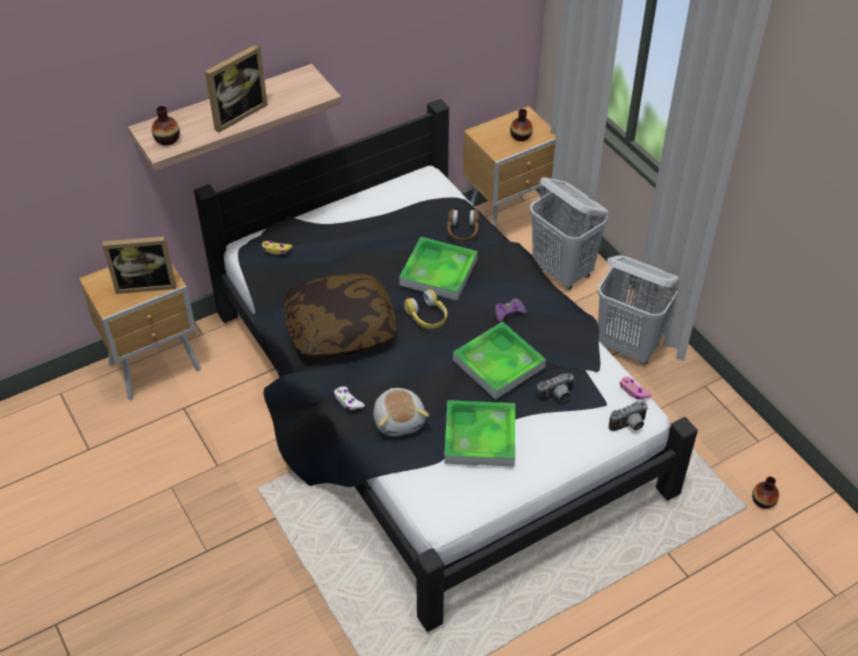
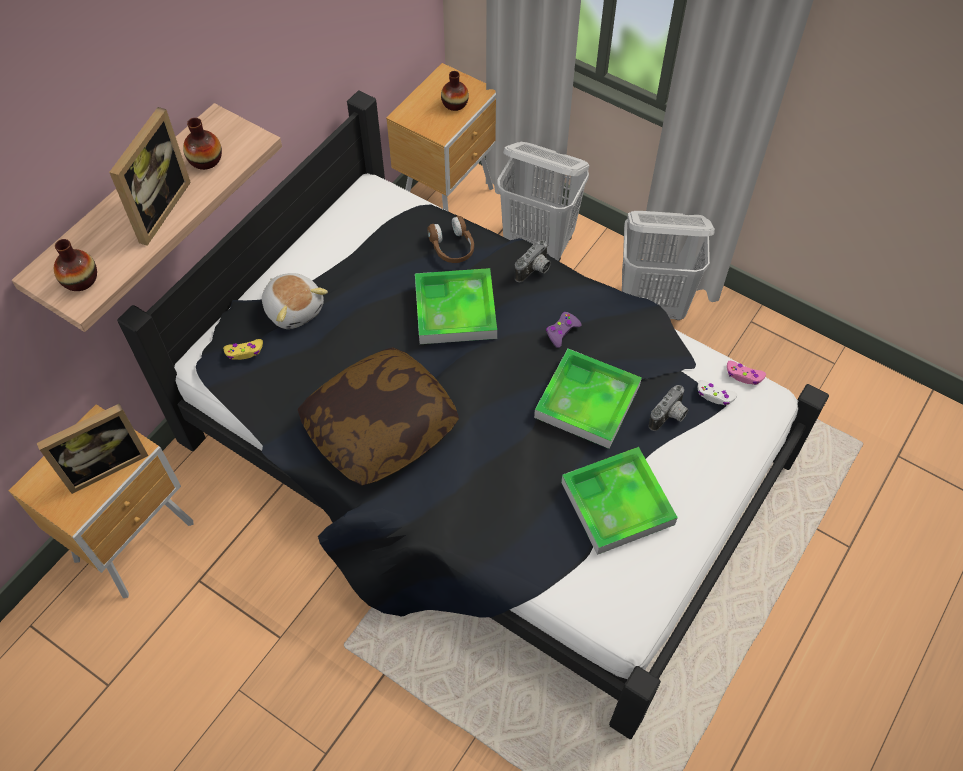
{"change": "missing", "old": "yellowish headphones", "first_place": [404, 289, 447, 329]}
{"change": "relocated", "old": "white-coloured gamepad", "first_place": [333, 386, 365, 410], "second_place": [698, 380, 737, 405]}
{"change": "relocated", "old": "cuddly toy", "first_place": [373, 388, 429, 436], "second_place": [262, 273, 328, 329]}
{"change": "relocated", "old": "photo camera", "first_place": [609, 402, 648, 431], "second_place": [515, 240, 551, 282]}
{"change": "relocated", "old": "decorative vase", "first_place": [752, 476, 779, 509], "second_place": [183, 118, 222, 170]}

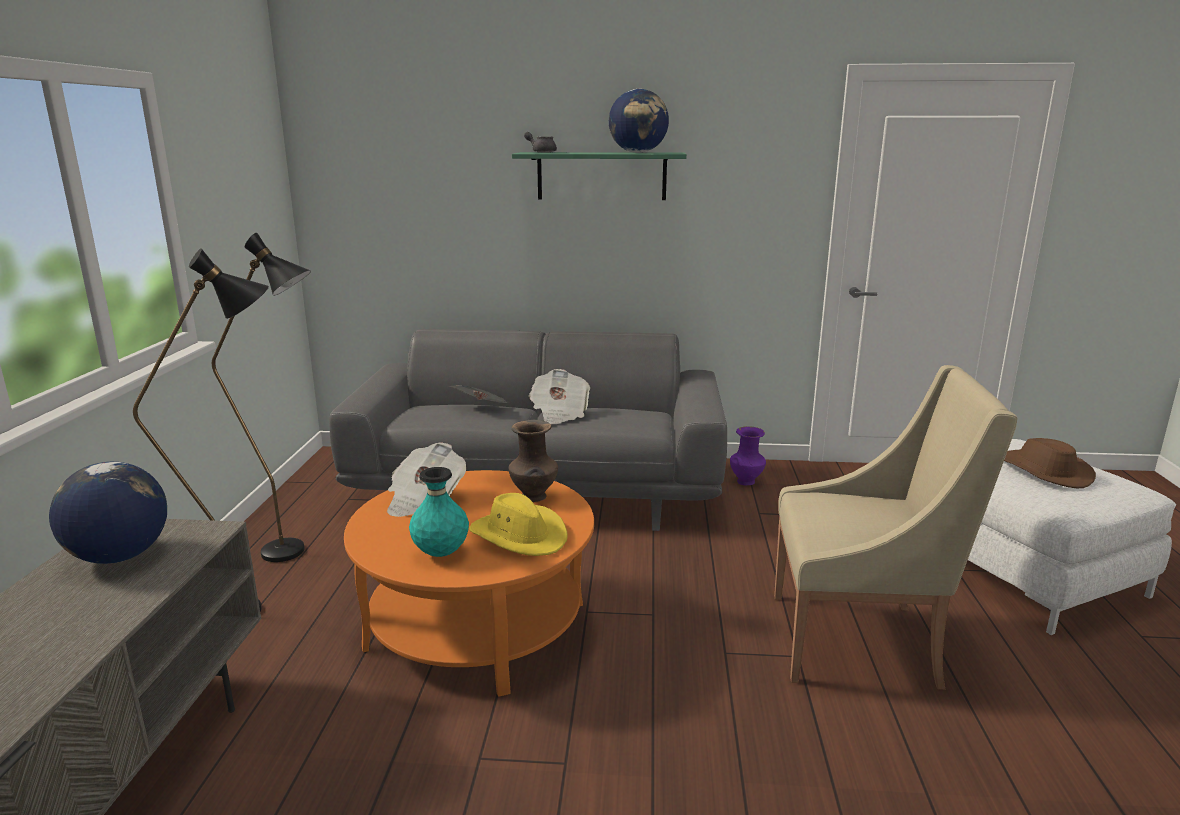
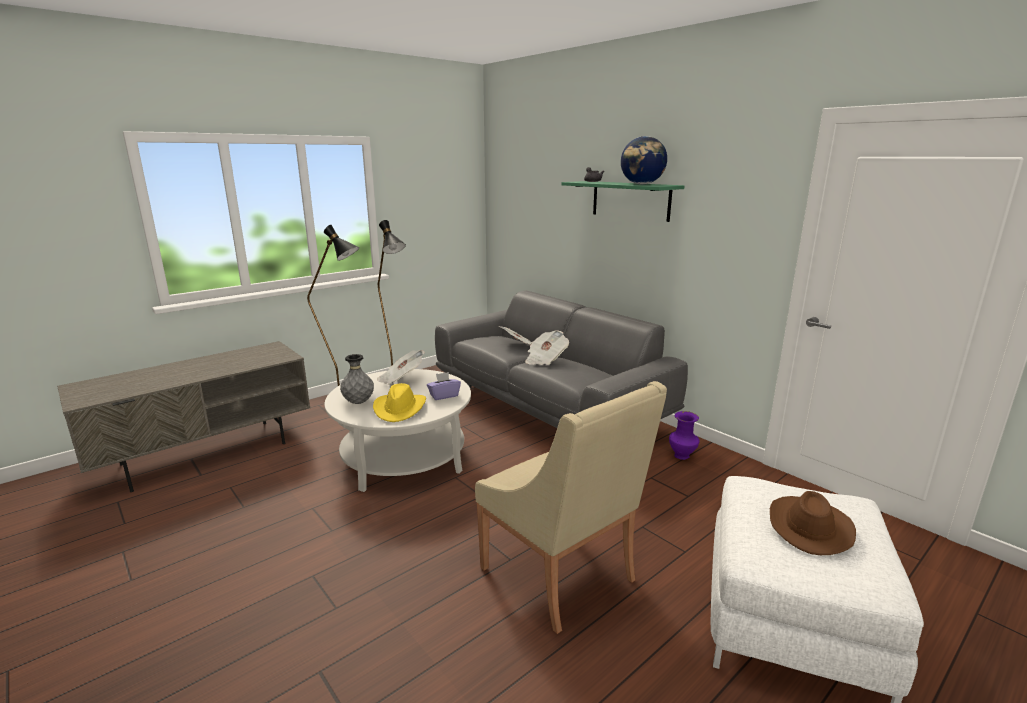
{"change": "missing", "old": "world globe", "first_place": [49, 462, 167, 564]}
{"change": "exchanged", "old": "brown decorative vase", "new": "purplish tissue holder", "first_place": [509, 420, 558, 502], "second_place": [427, 372, 461, 400]}
{"change": "colour", "old": "orangey coffee table", "new": "white-coloured coffee table", "first_place": [344, 470, 594, 697], "second_place": [325, 369, 471, 492]}
{"change": "colour", "old": "turquoise-coloured decorative vase", "new": "grey decorative vase", "first_place": [409, 467, 469, 557], "second_place": [340, 354, 374, 404]}

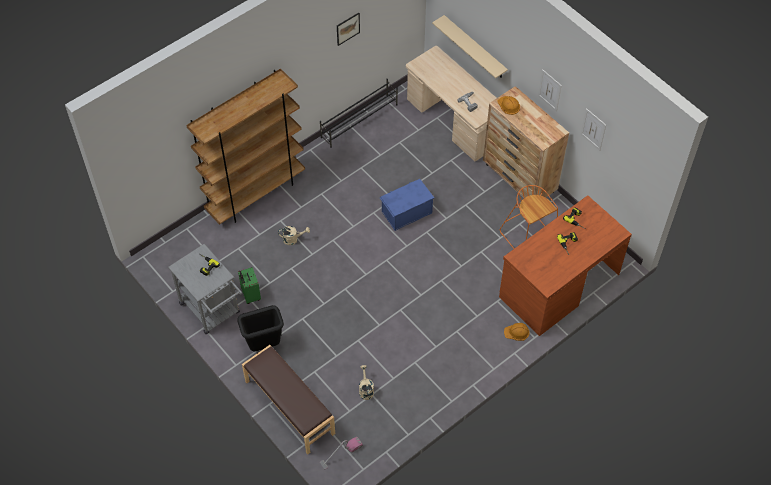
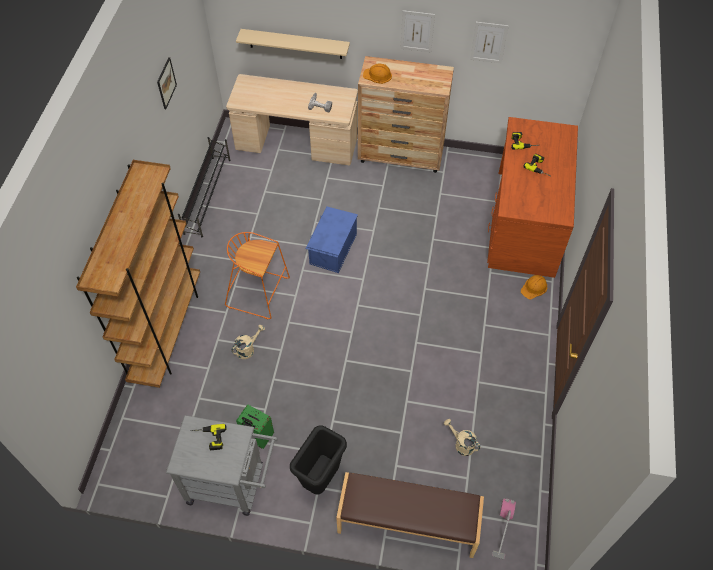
{"change": "relocated", "old": "orangey stool", "first_place": [500, 185, 558, 249], "second_place": [225, 232, 290, 319]}

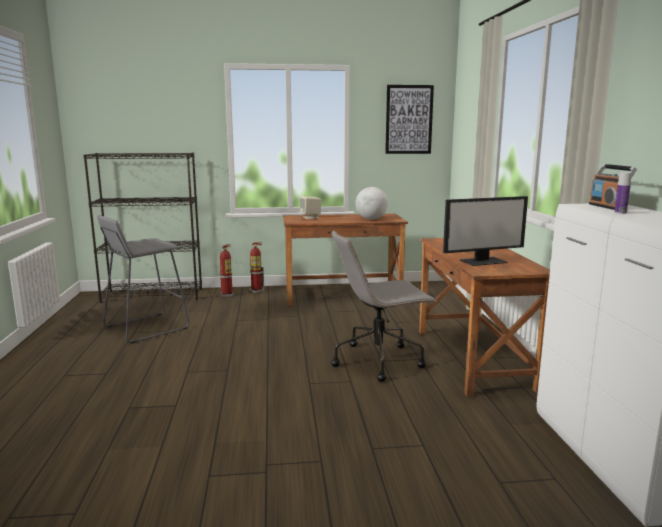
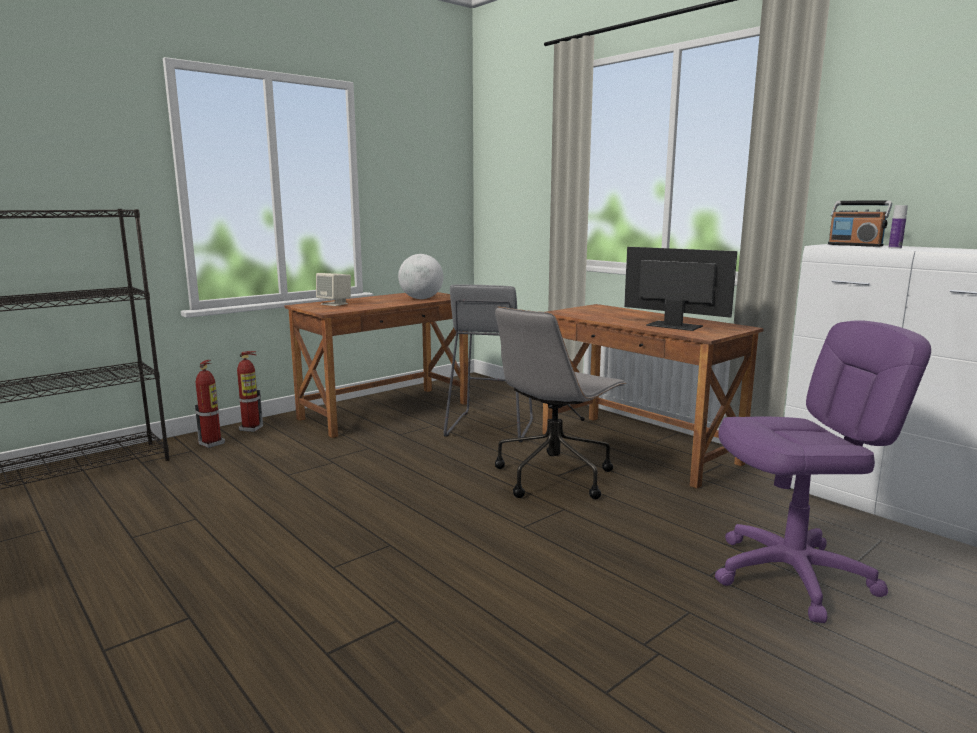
{"change": "missing", "old": "wall art", "first_place": [385, 85, 434, 154]}
{"change": "appeared", "new": "purplish desk chair", "second_place": [715, 320, 931, 623]}
{"change": "relocated", "old": "grey stool", "first_place": [97, 215, 189, 344], "second_place": [444, 285, 533, 442]}
{"change": "spun", "old": "computer screen", "first_place": [443, 196, 528, 266], "second_place": [624, 247, 737, 331], "degrees": -90}

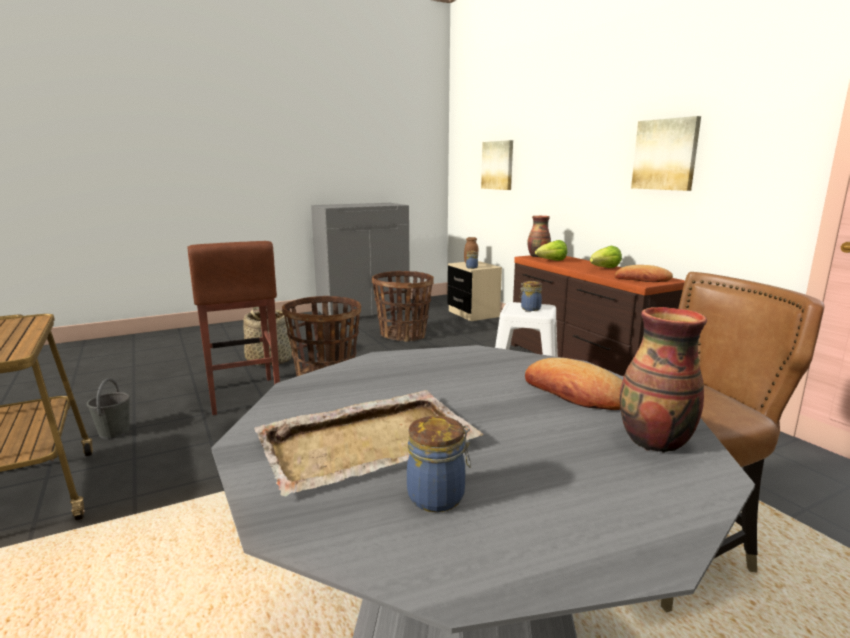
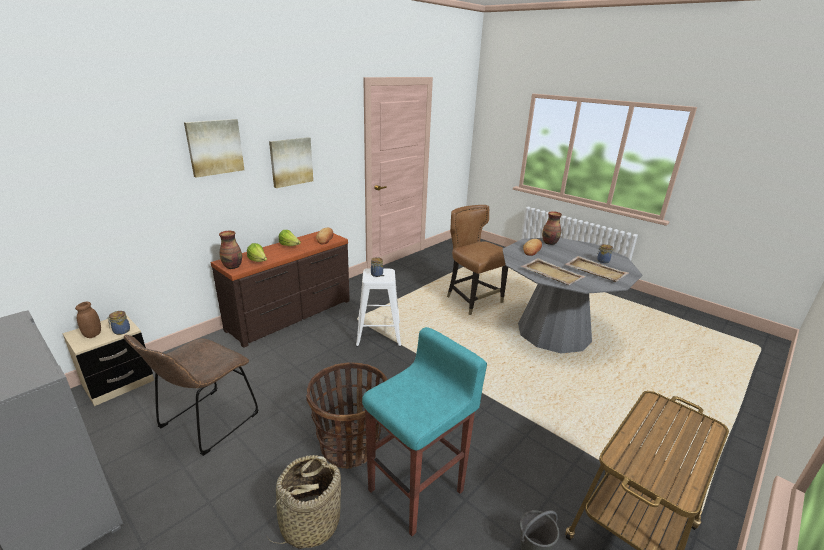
{"change": "appeared", "new": "beige tray", "second_place": [521, 258, 586, 285]}
{"change": "relocated", "old": "wall art", "first_place": [481, 140, 513, 190], "second_place": [184, 119, 244, 178]}
{"change": "exchanged", "old": "basket", "new": "brown chair", "first_place": [372, 271, 434, 342], "second_place": [124, 335, 258, 456]}
{"change": "colour", "old": "brown stool", "new": "turquoise-coloured stool", "first_place": [188, 241, 280, 415], "second_place": [362, 327, 487, 536]}

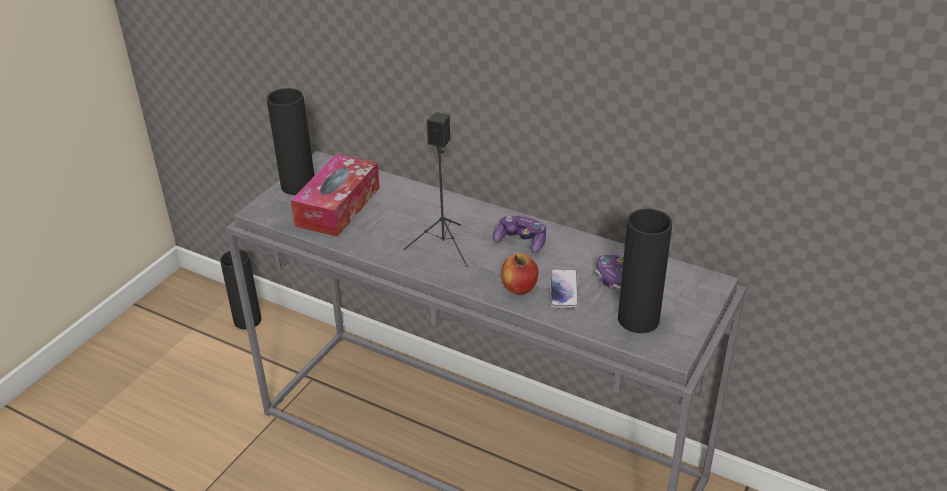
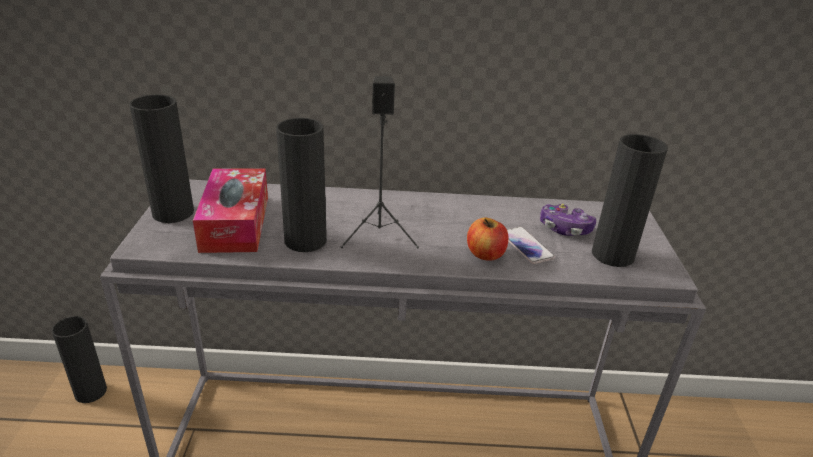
{"change": "missing", "old": "gamepad", "first_place": [493, 215, 546, 253]}
{"change": "appeared", "new": "black-coloured decorative vase", "second_place": [276, 118, 327, 252]}

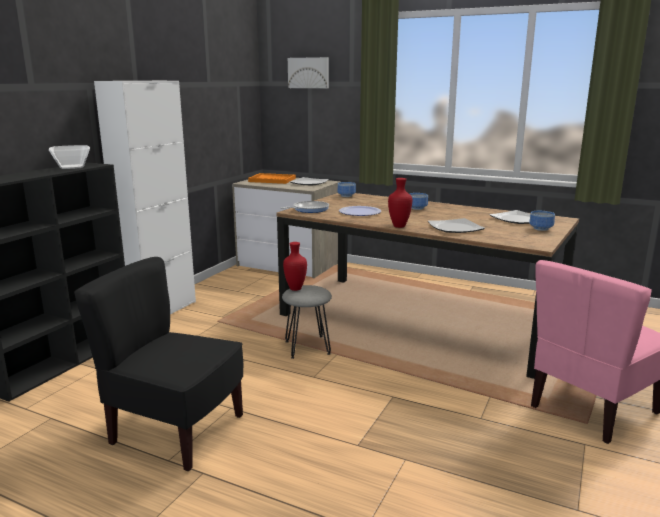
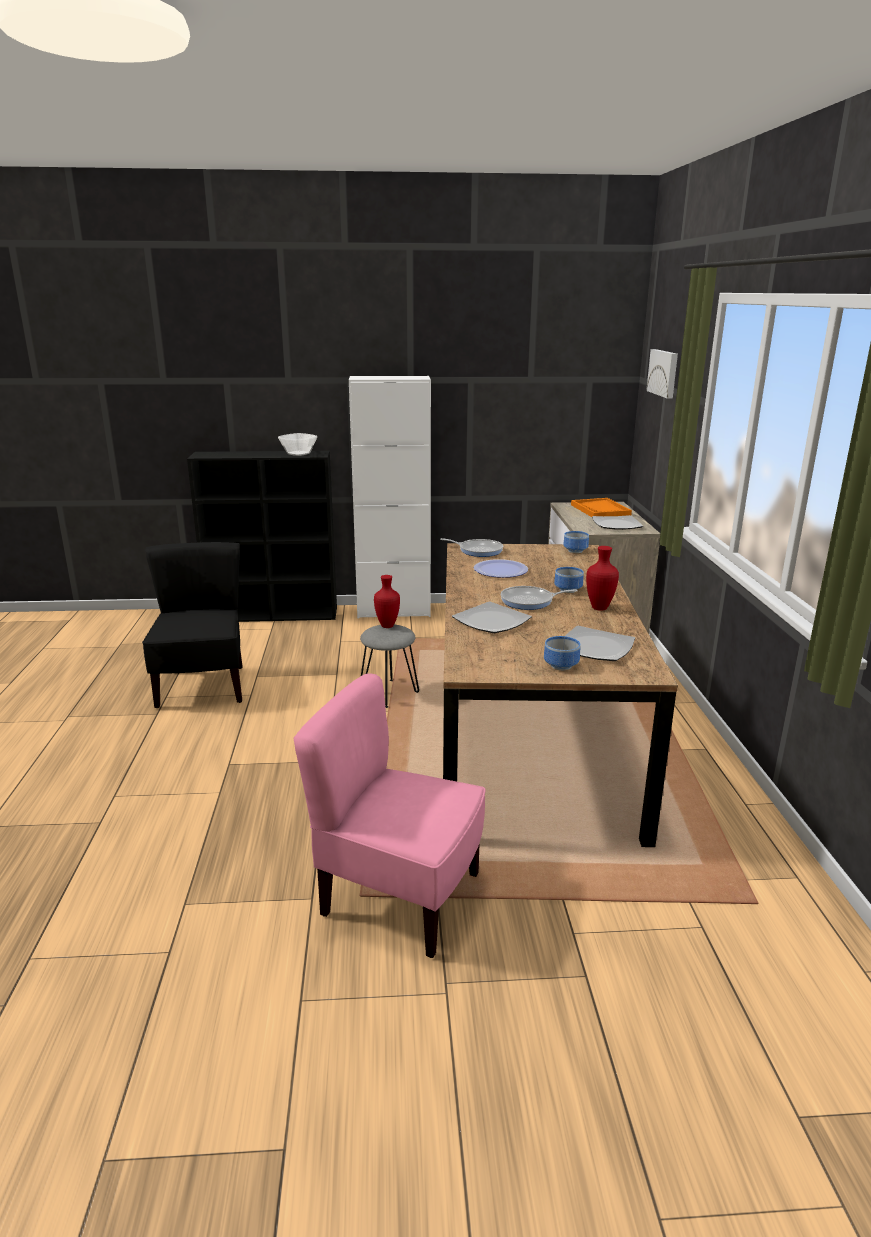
{"change": "appeared", "new": "frying pan", "second_place": [501, 586, 578, 610]}
{"change": "relocated", "old": "red-coloured decorative vase", "first_place": [388, 178, 412, 228], "second_place": [586, 546, 619, 611]}

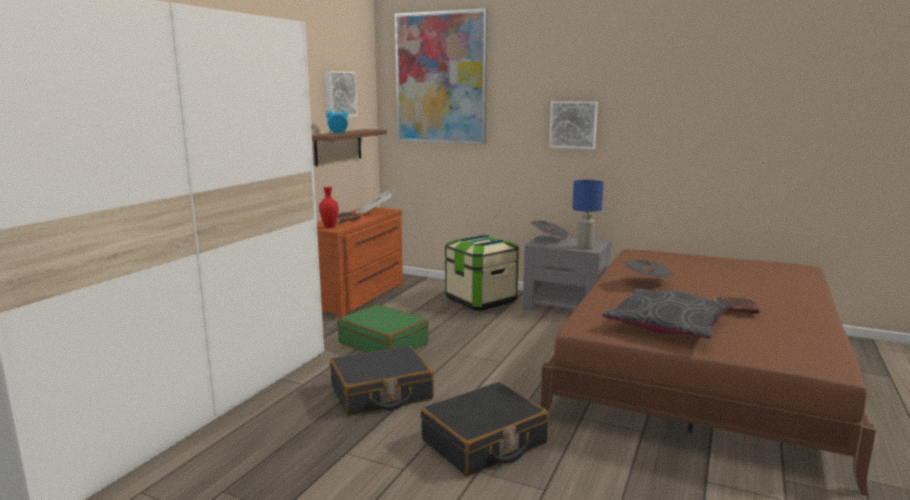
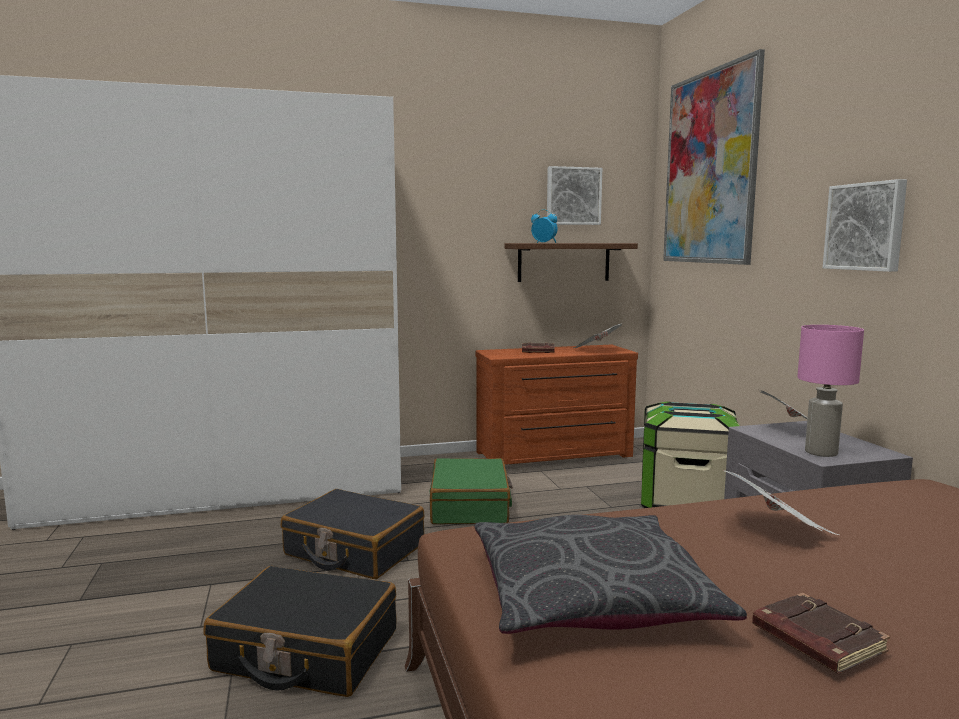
{"change": "missing", "old": "red-coloured decorative vase", "first_place": [319, 187, 338, 228]}
{"change": "colour", "old": "blue-coloured tabletop lamp", "new": "pink-coloured tabletop lamp", "first_place": [572, 180, 604, 249], "second_place": [797, 325, 864, 457]}

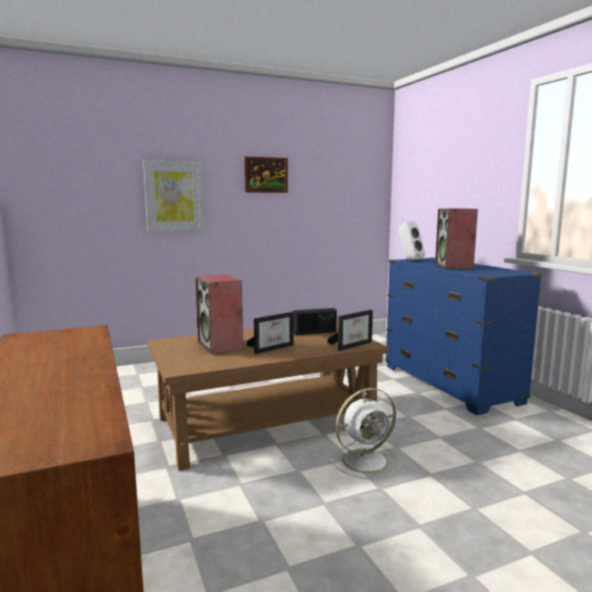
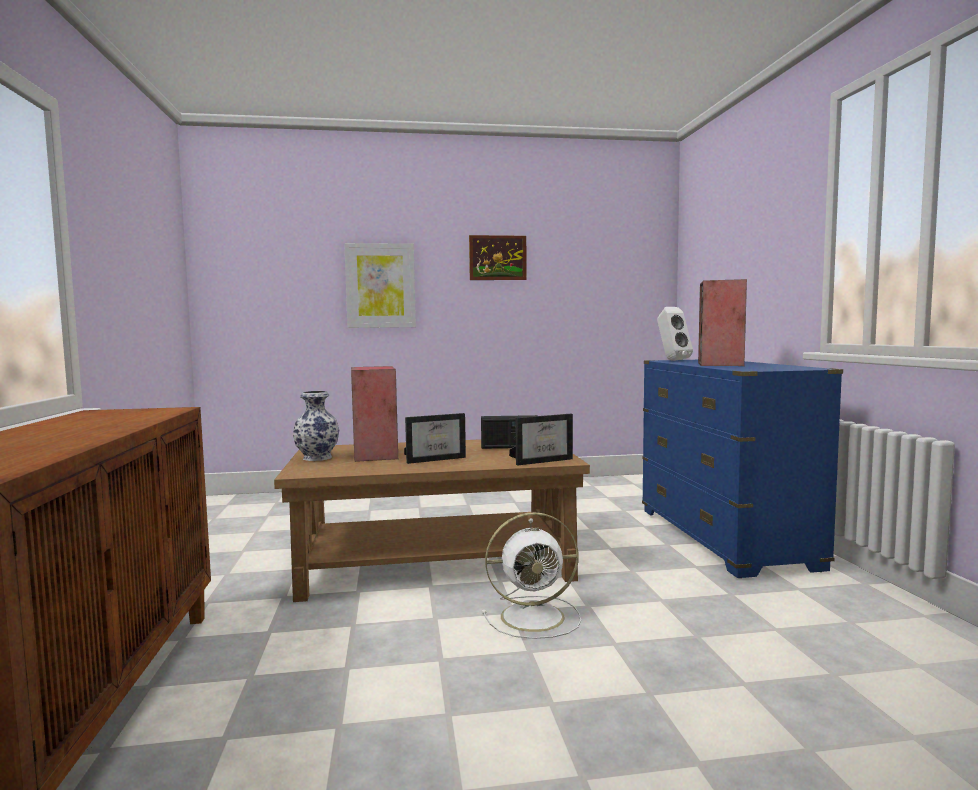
{"change": "appeared", "new": "decorative vase", "second_place": [293, 391, 339, 461]}

